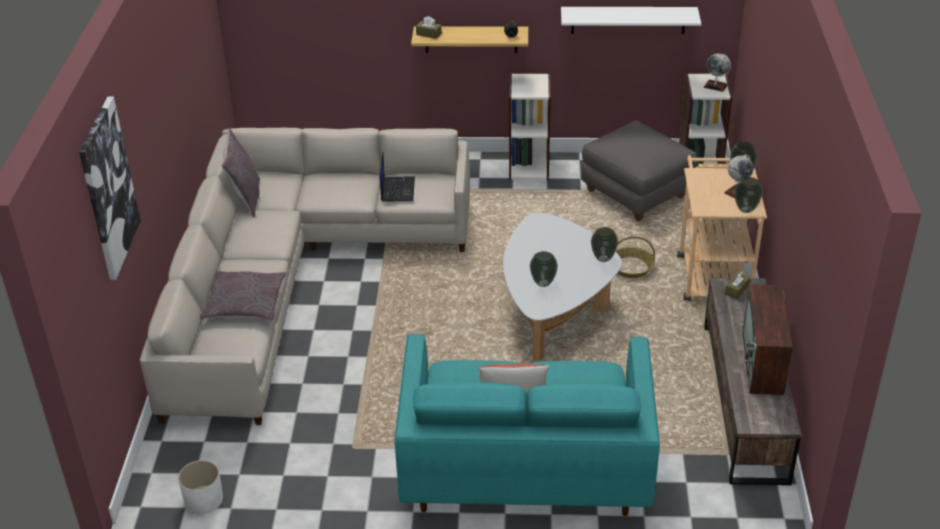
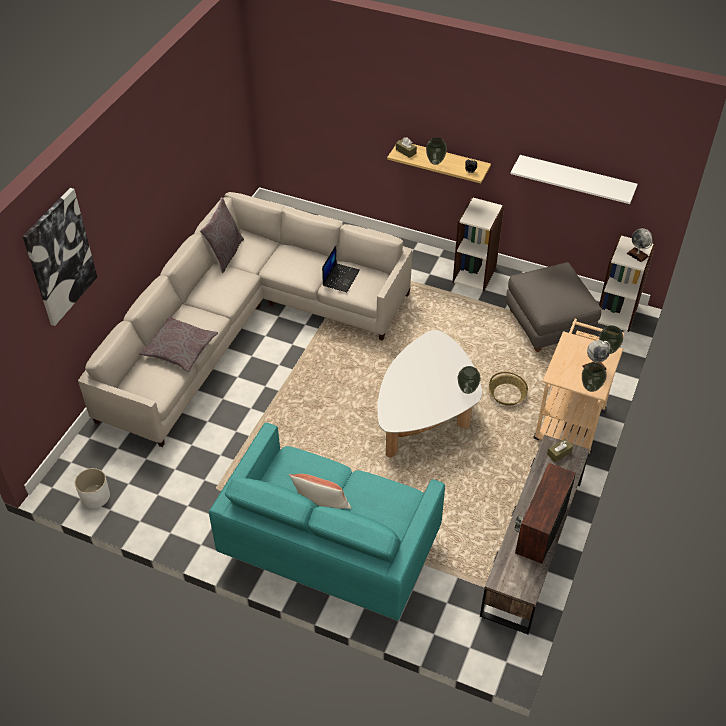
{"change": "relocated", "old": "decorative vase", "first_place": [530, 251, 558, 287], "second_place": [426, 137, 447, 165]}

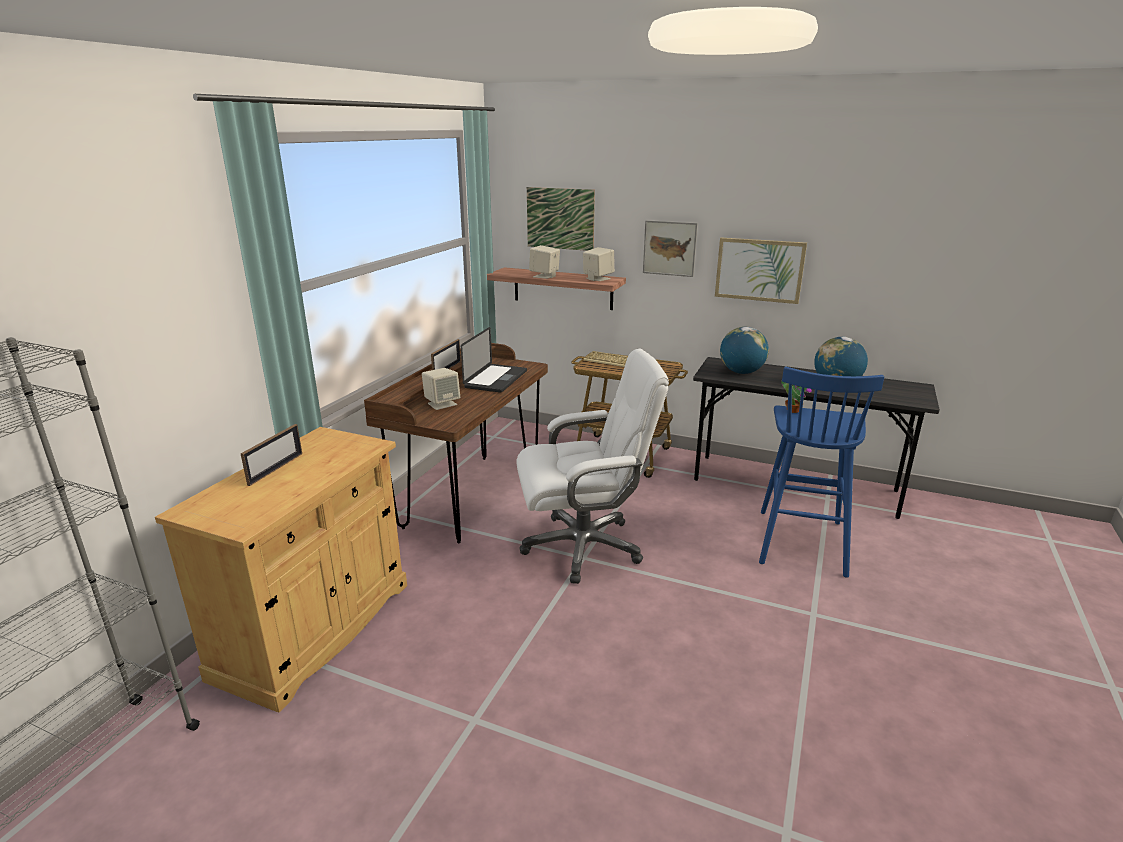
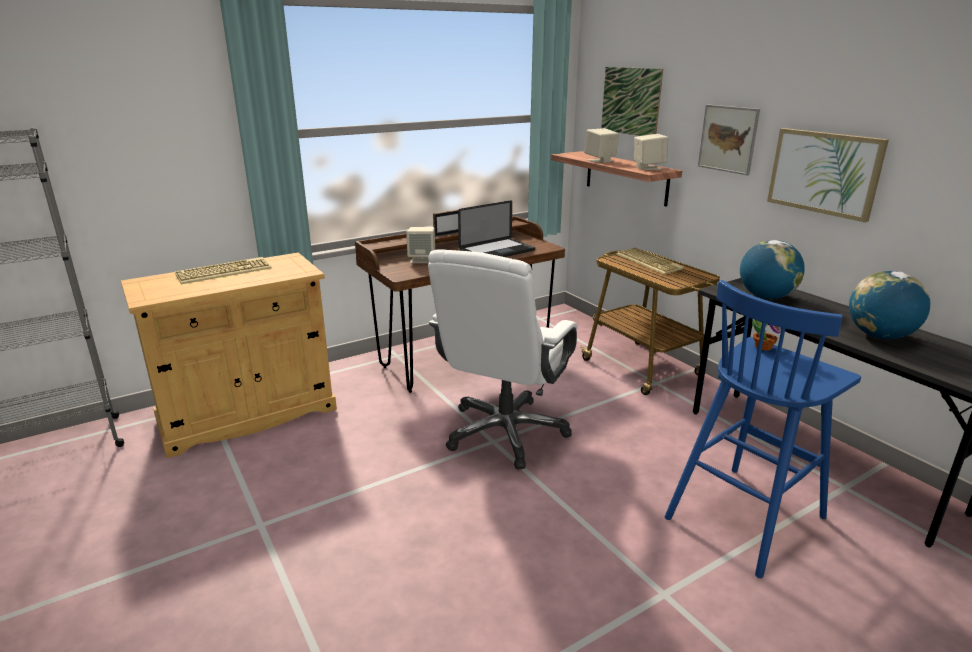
{"change": "exchanged", "old": "photo frame", "new": "PC keyboard", "first_place": [241, 424, 302, 486], "second_place": [175, 257, 272, 284]}
{"change": "spun", "old": "white-coloured desk chair", "first_place": [516, 349, 669, 584], "second_place": [428, 249, 578, 470], "degrees": 90}

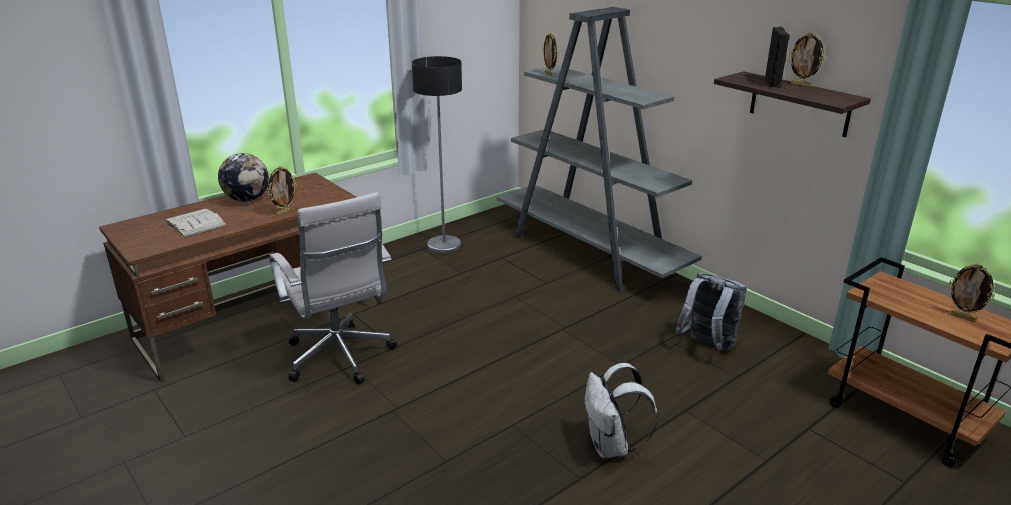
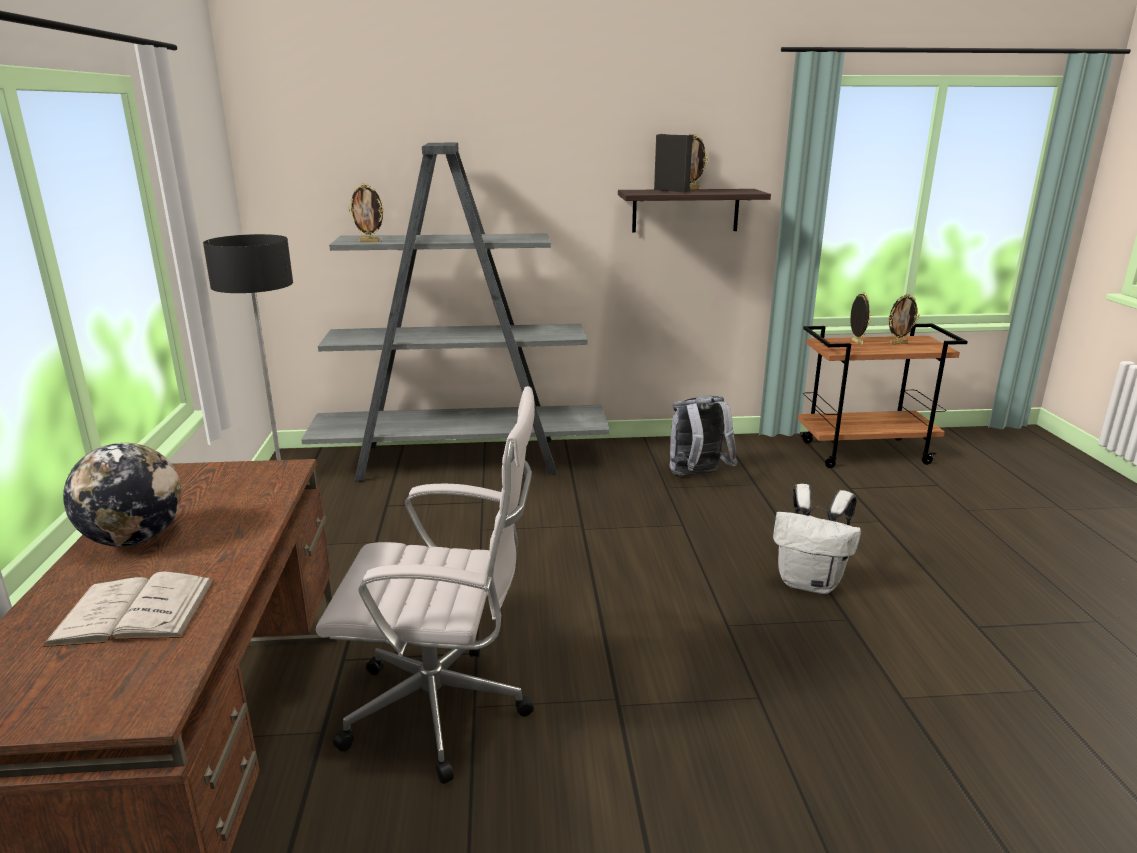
{"change": "relocated", "old": "photo frame", "first_place": [268, 166, 297, 216], "second_place": [850, 292, 871, 345]}

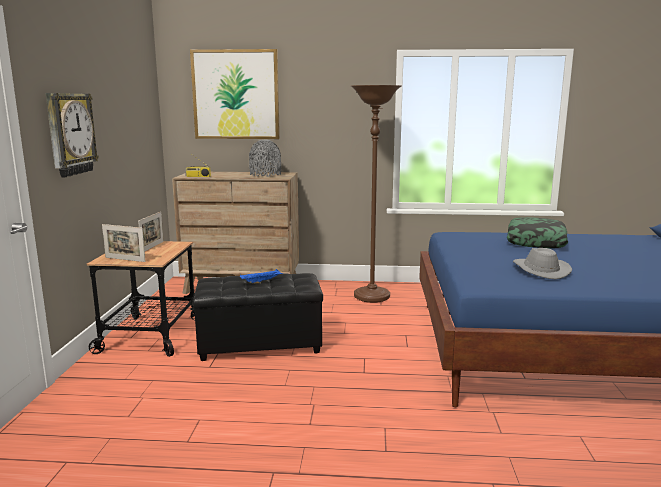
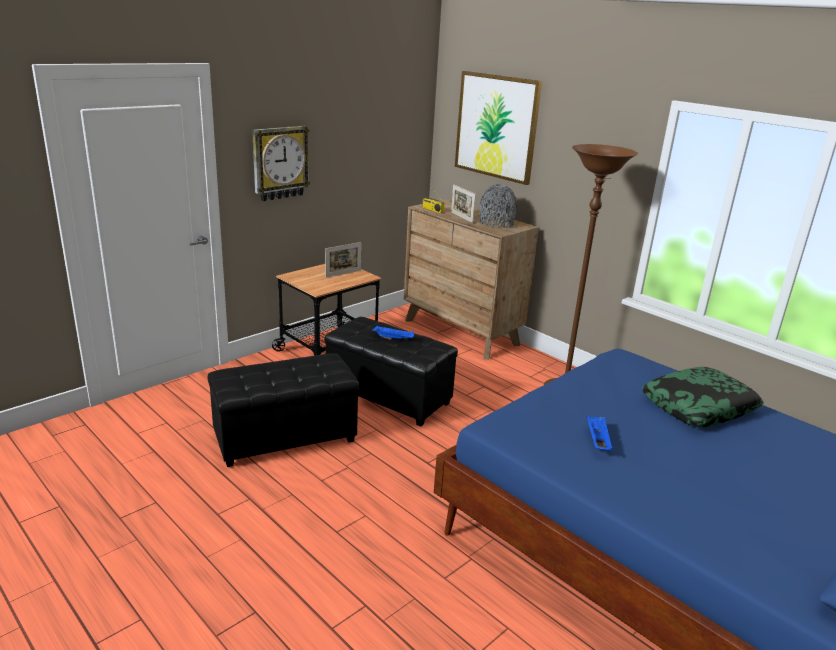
{"change": "appeared", "new": "black-coloured ottoman", "second_place": [208, 353, 359, 467]}
{"change": "relocated", "old": "photo frame", "first_place": [102, 224, 146, 262], "second_place": [451, 184, 476, 223]}
{"change": "exchanged", "old": "grey hat", "new": "blue-coloured tray", "first_place": [513, 248, 572, 279], "second_place": [587, 416, 612, 451]}

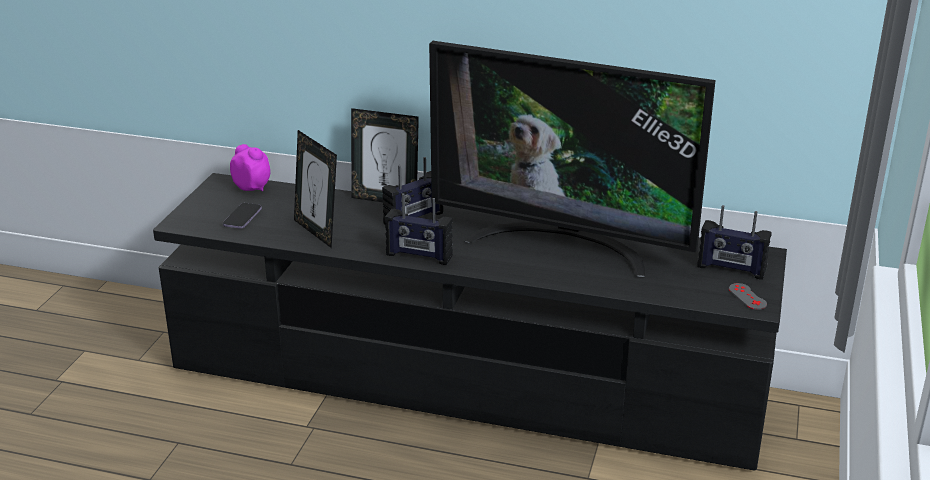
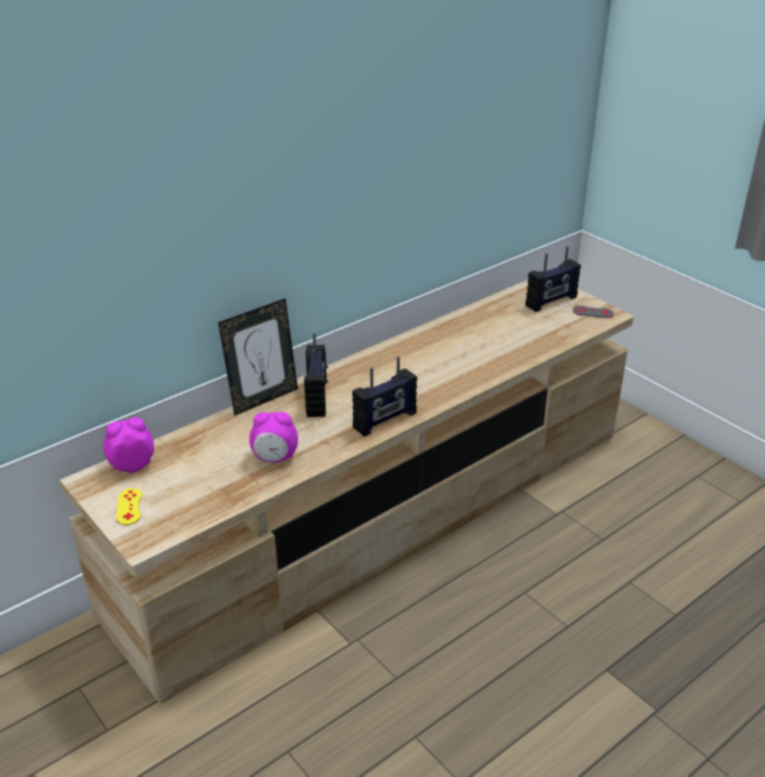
{"change": "missing", "old": "handset", "first_place": [223, 203, 262, 229]}
{"change": "missing", "old": "television", "first_place": [429, 41, 716, 277]}
{"change": "appeared", "new": "yellowish gamepad", "second_place": [116, 488, 142, 525]}
{"change": "exchanged", "old": "photo frame", "new": "table clock", "first_place": [294, 130, 337, 248], "second_place": [249, 412, 298, 463]}
{"change": "colour", "old": "black-coloured tv unit", "new": "beige tv unit", "first_place": [153, 173, 787, 470], "second_place": [60, 280, 634, 703]}

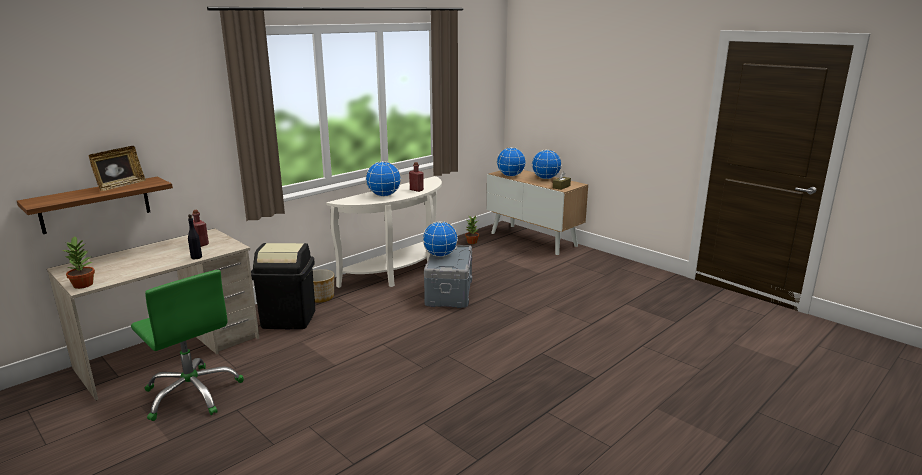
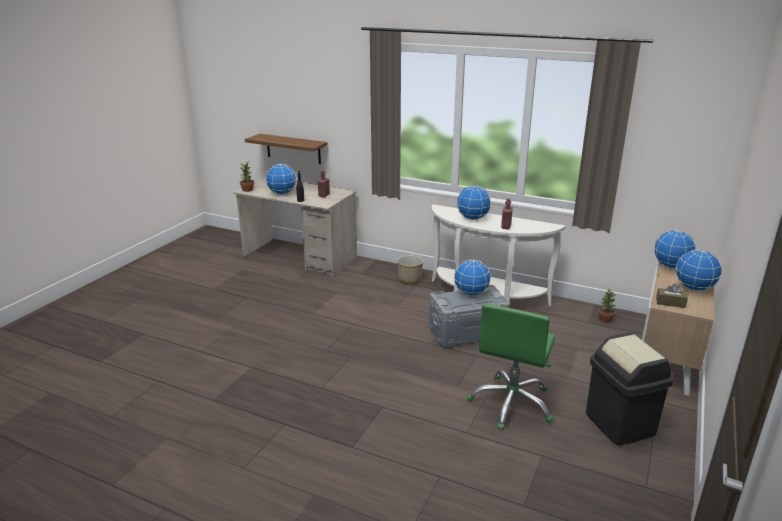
{"change": "missing", "old": "photo frame", "first_place": [89, 146, 146, 191]}
{"change": "appeared", "new": "world globe", "second_place": [266, 164, 296, 194]}
{"change": "relocated", "old": "greenish desk chair", "first_place": [131, 270, 244, 421], "second_place": [467, 304, 555, 430]}
{"change": "relocated", "old": "black-coloured waste bin", "first_place": [251, 243, 315, 329], "second_place": [586, 333, 674, 445]}

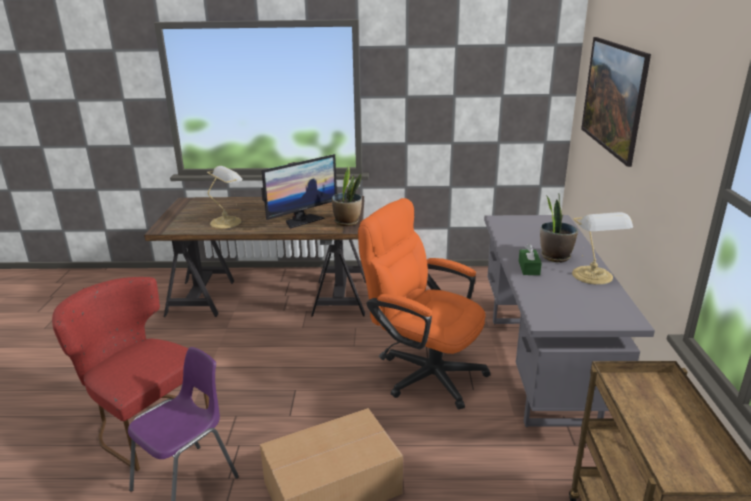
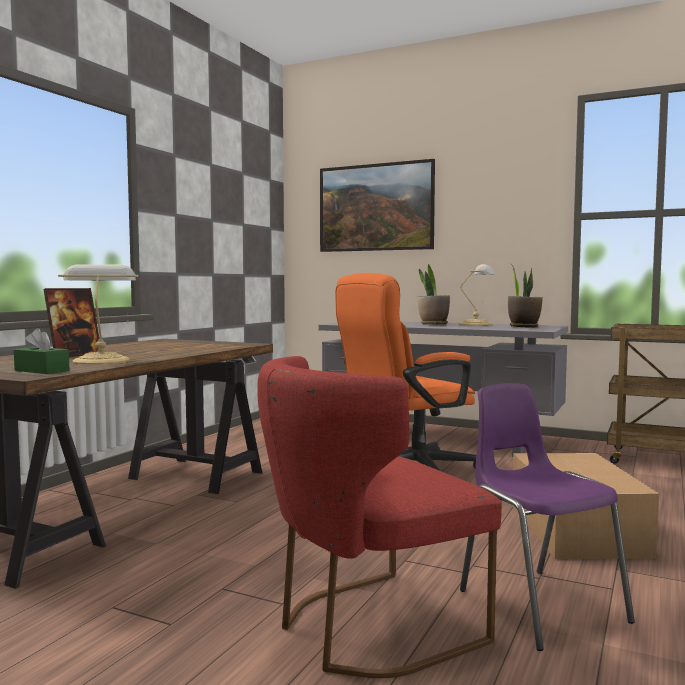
{"change": "missing", "old": "computer screen", "first_place": [261, 154, 337, 229]}
{"change": "appeared", "new": "photo frame", "second_place": [44, 288, 99, 357]}
{"change": "relocated", "old": "houseplant", "first_place": [332, 165, 362, 226], "second_place": [508, 264, 543, 328]}
{"change": "relocated", "old": "greenish tissue holder", "first_place": [519, 244, 542, 275], "second_place": [14, 328, 69, 374]}

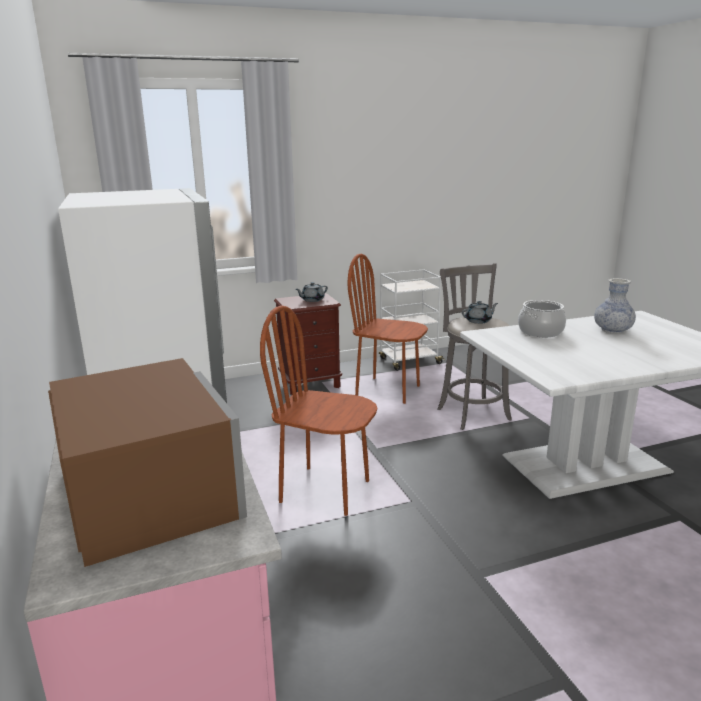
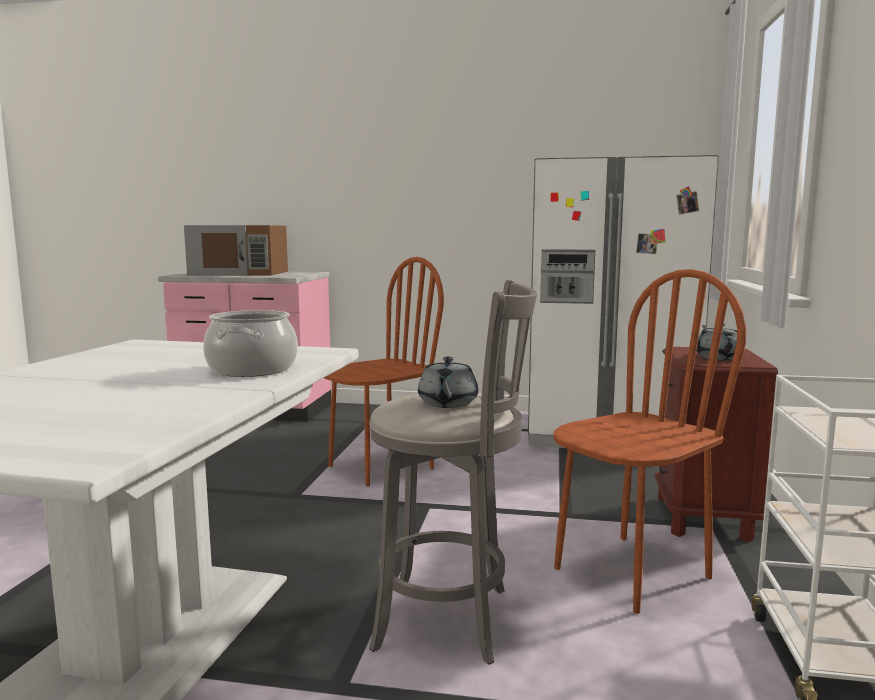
{"change": "missing", "old": "decorative vase", "first_place": [594, 278, 636, 334]}

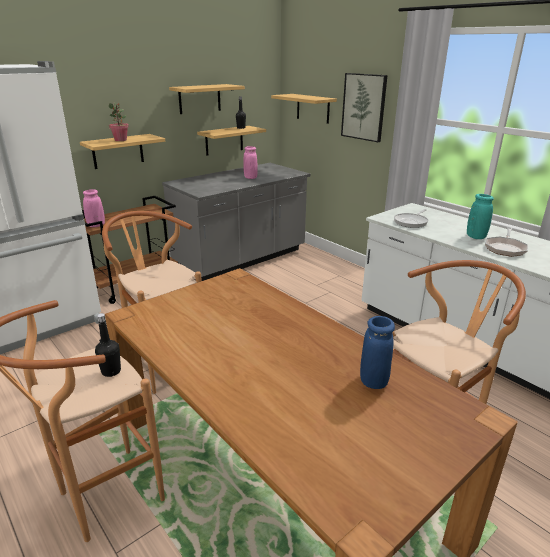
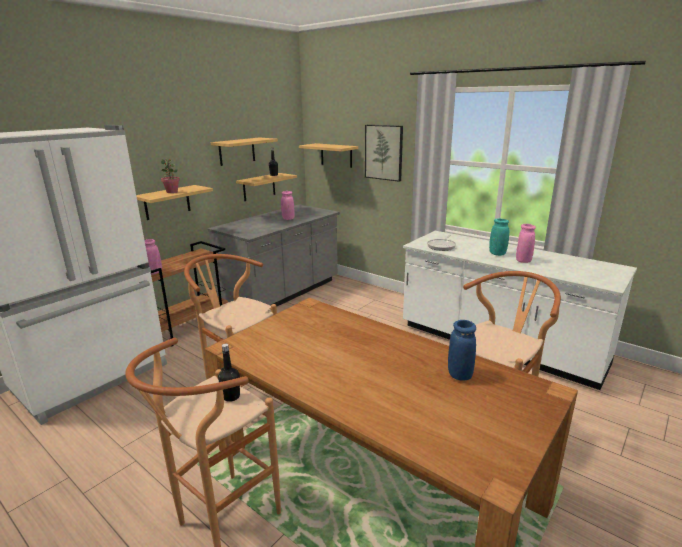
{"change": "exchanged", "old": "frying pan", "new": "pink-coloured decorative vase", "first_place": [485, 226, 528, 257], "second_place": [516, 224, 536, 263]}

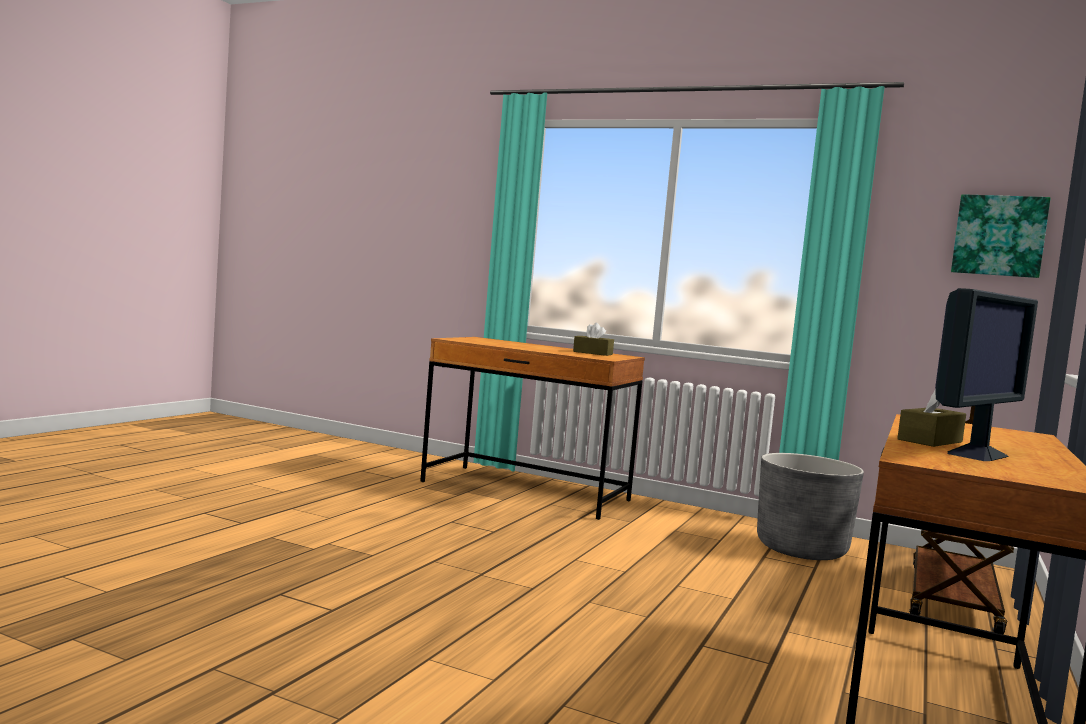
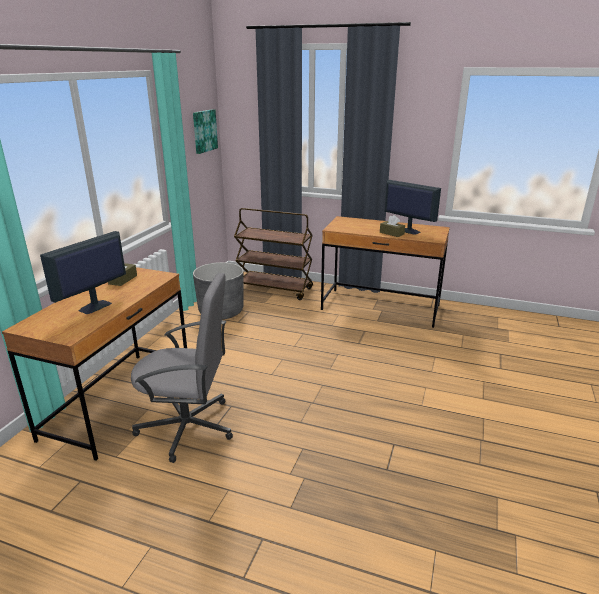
{"change": "appeared", "new": "computer screen", "second_place": [40, 231, 126, 314]}
{"change": "appeared", "new": "grey desk chair", "second_place": [131, 273, 233, 463]}

